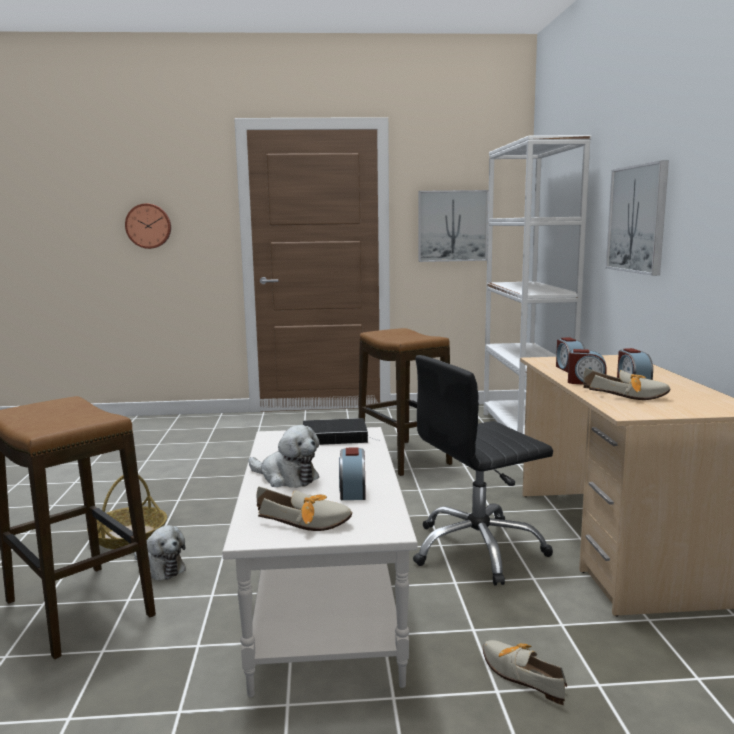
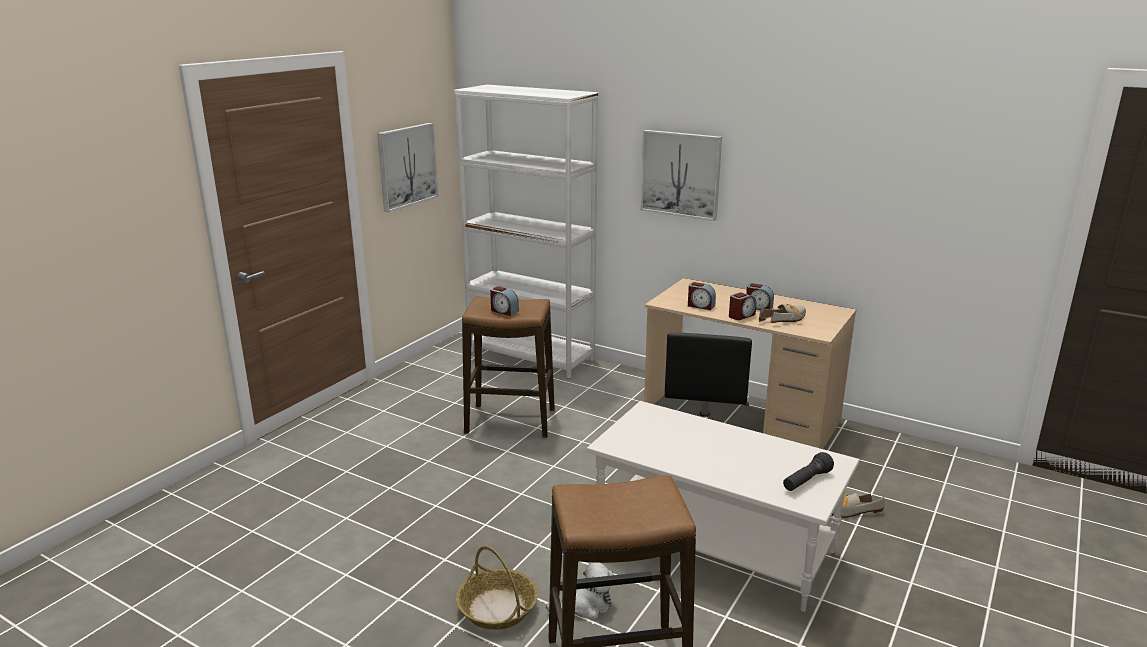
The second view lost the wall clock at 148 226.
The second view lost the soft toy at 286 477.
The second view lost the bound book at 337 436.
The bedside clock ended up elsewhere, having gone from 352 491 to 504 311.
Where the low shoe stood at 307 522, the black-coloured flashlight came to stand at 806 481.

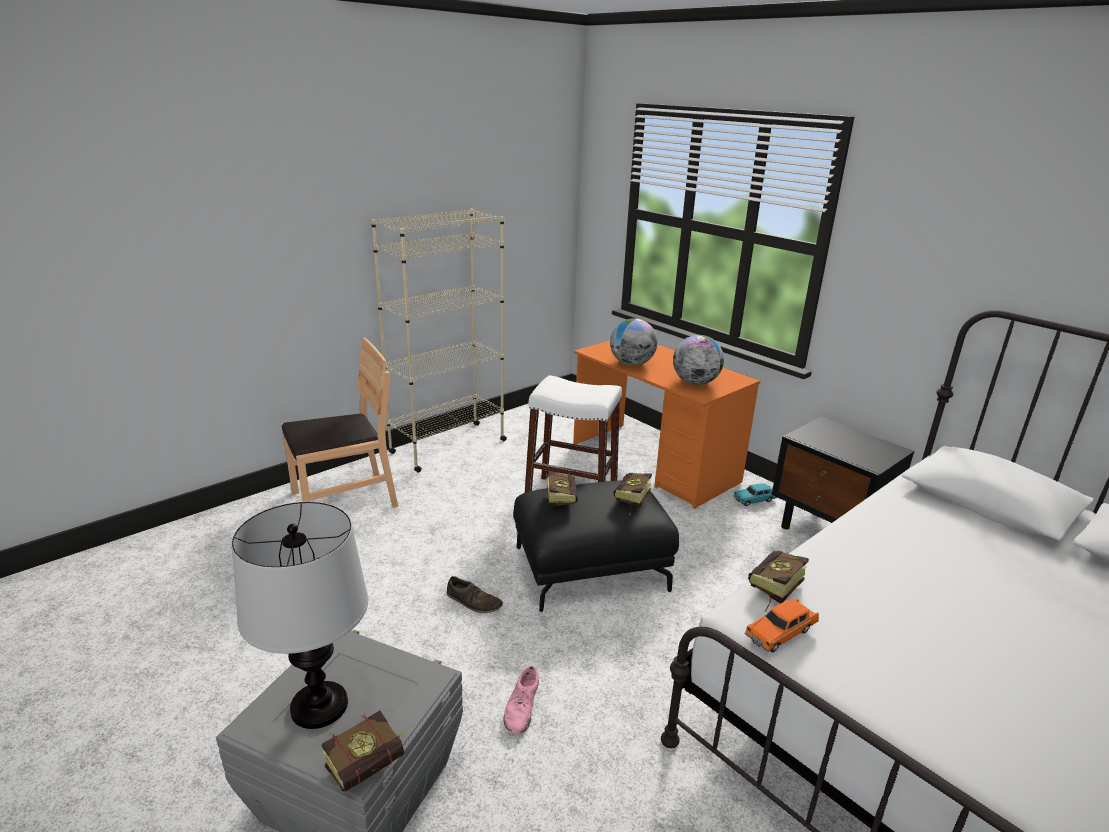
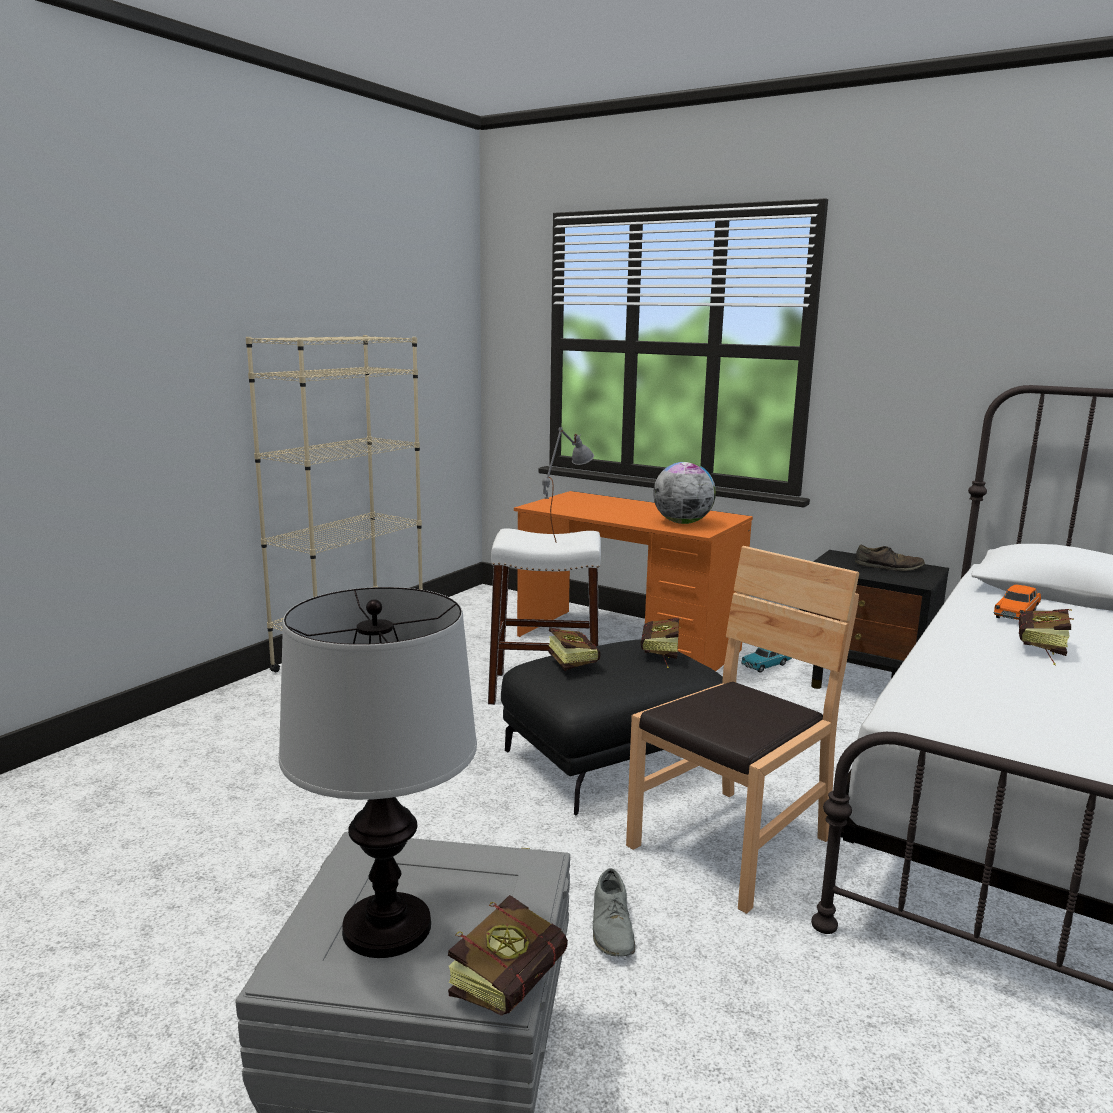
The second view lost the desk globe at 631 364.
The second view gained the gray table lamp at 565 536.
The brown chair ended up elsewhere, having gone from 344 500 to 732 844.
The brown low shoe ended up elsewhere, having gone from 474 602 to 889 567.
The orange-coloured model car ended up elsewhere, having gone from 780 633 to 1016 614.
The bound book ended up elsewhere, having gone from 772 591 to 1041 650.
What was the pink low shoe at 522 707 turned into the gray low shoe at 612 927.

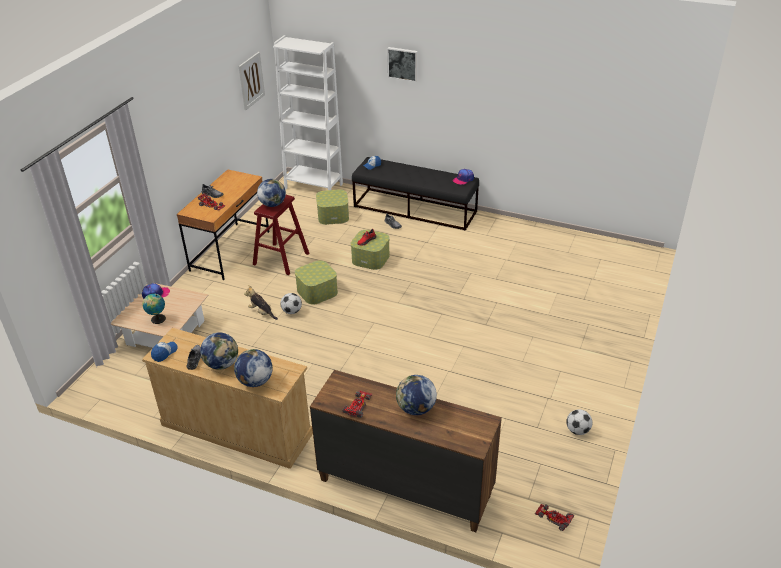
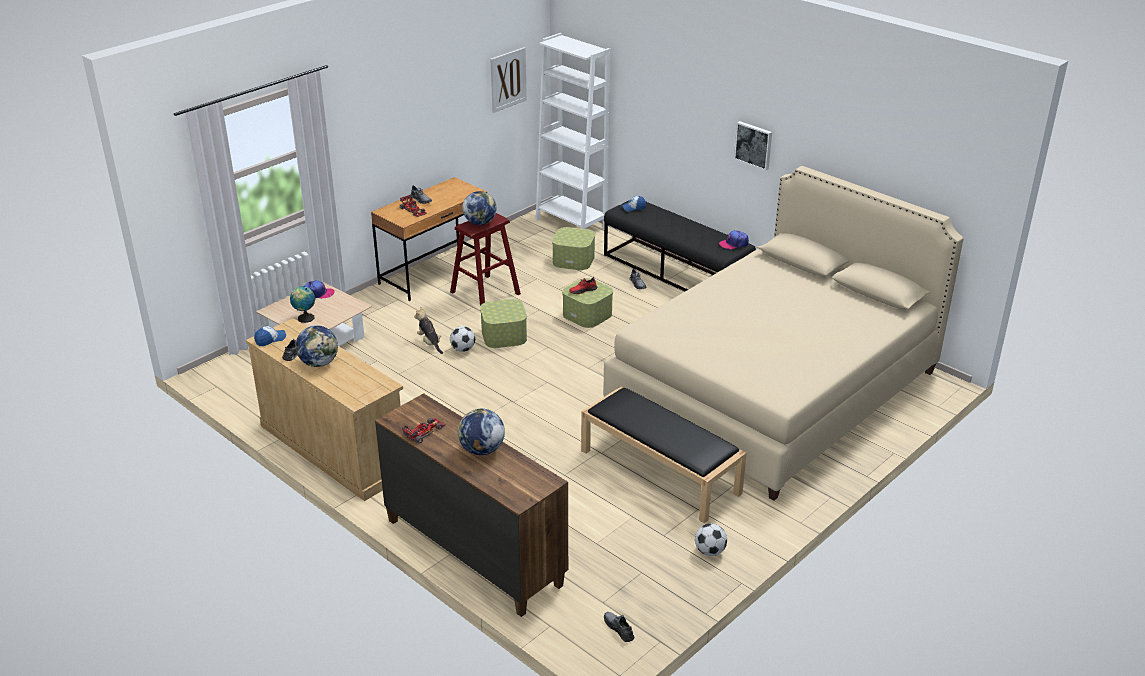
The second view lost the desk globe at 255 381.
The second view gained the black-coloured long seat at 661 472.
The second view gained the beige-coloured bedroom bed at 773 390.
The picture ended up elsewhere, having gone from 403 63 to 754 145.
Where the model car stood at 553 517, the gray low shoe came to stand at 619 628.

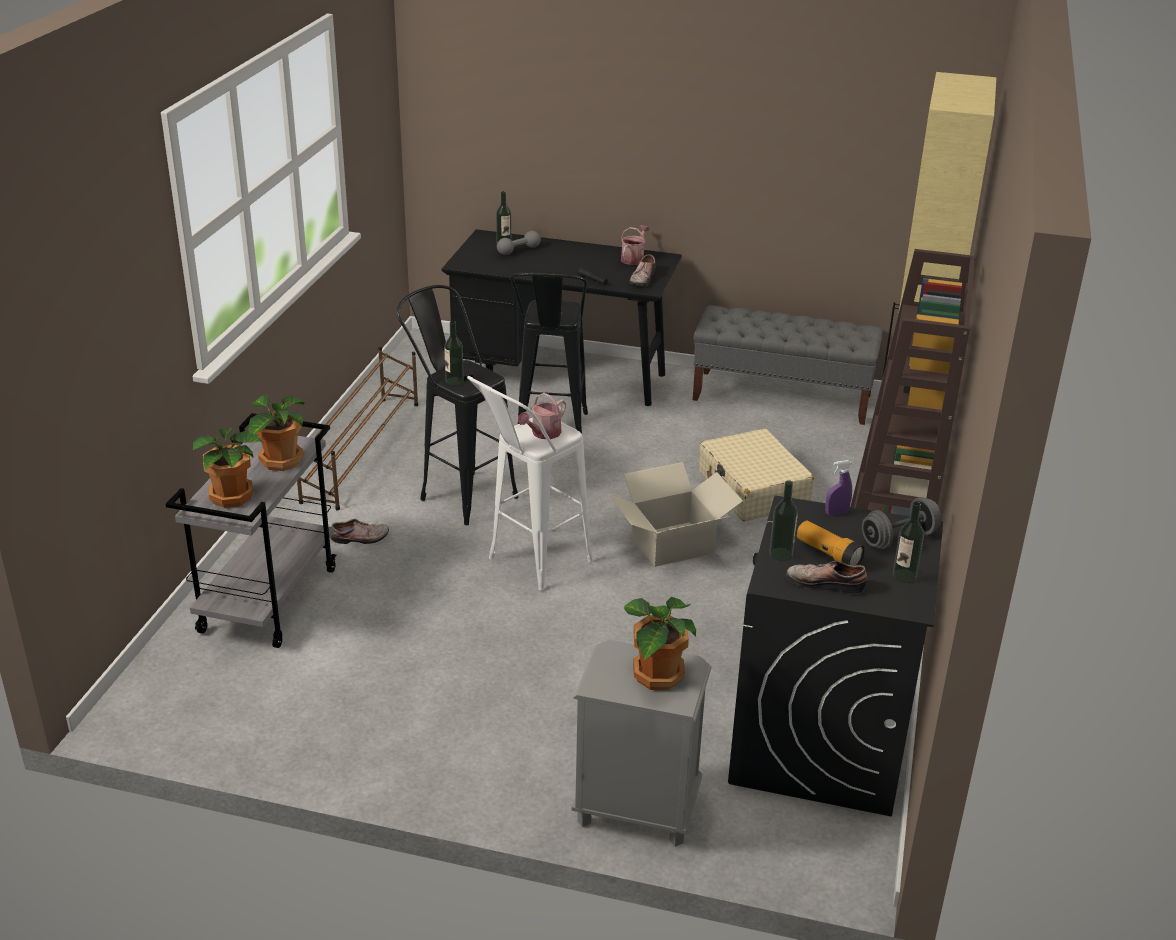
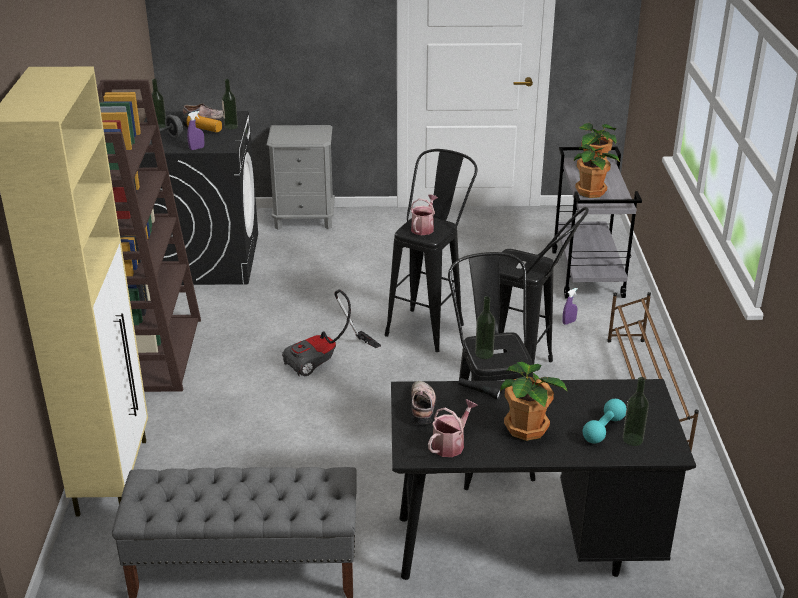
The second view lost the beige-coloured travel case at 753 489.
The drink bottle ended up elsewhere, having gone from 454 381 to 484 354.
The plant in a pot ended up elsewhere, having gone from 656 676 to 527 427.
Where the low shoe stood at 360 538, the purplish sprayer came to stand at 569 322.
Where the cardboard box stood at 673 544, the hoover came to stand at 326 360.
What was the white-coloured stool at 529 566 turned into the black-coloured stool at 430 324.
What was the gray hand weight at 518 250 turned into the turquoise-coloured hand weight at 603 429.
The watering can at 634 258 ended up facing another way, 150 degrees counterclockwise from before.

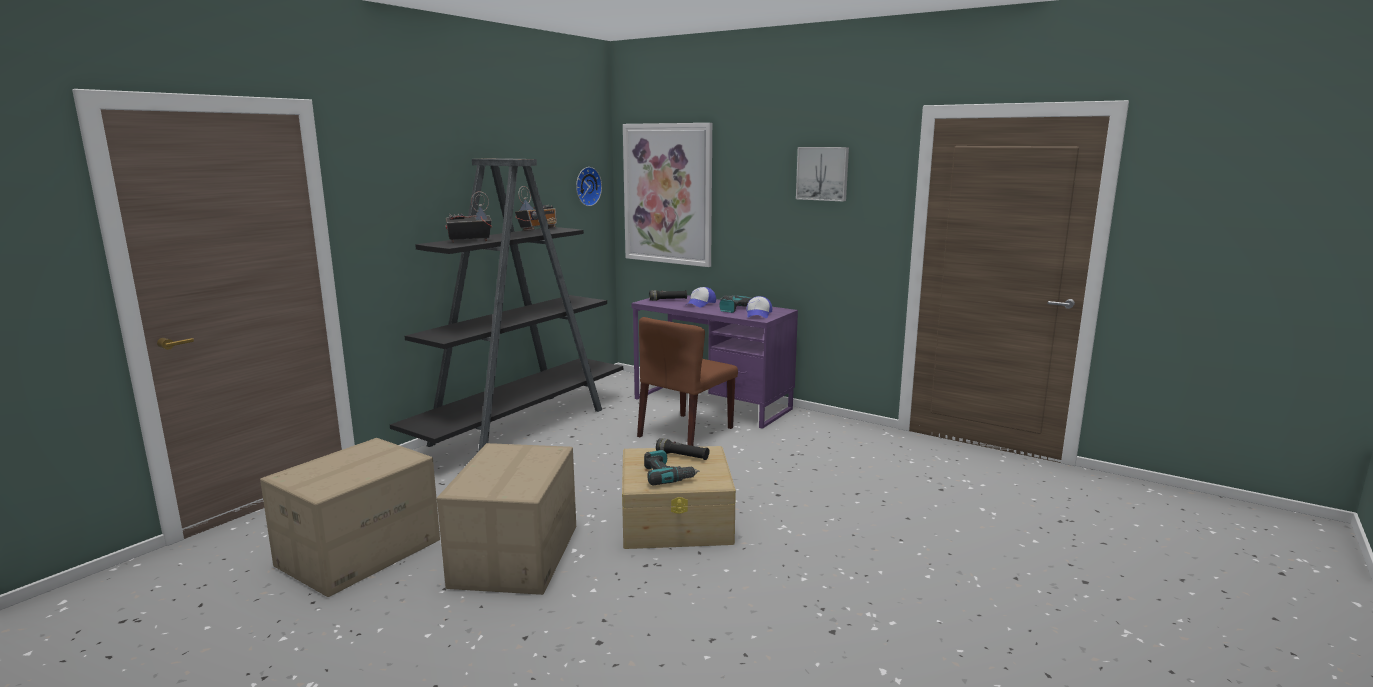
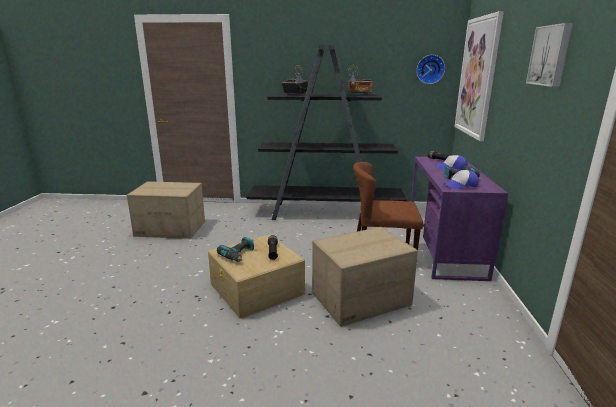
The cardboard box ended up elsewhere, having gone from 516 556 to 361 299.

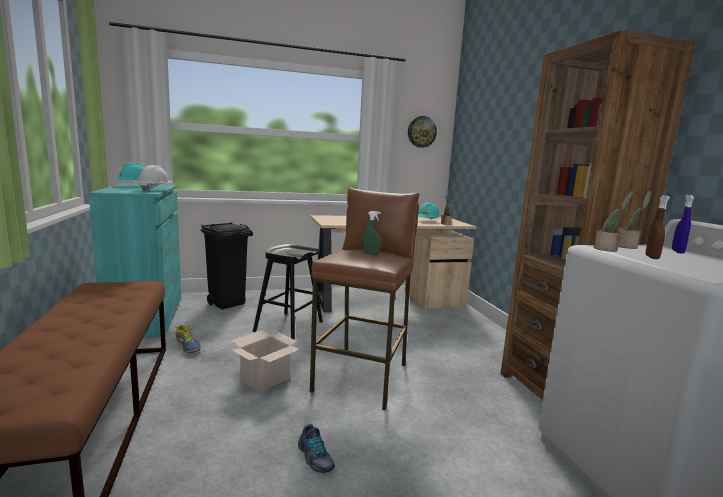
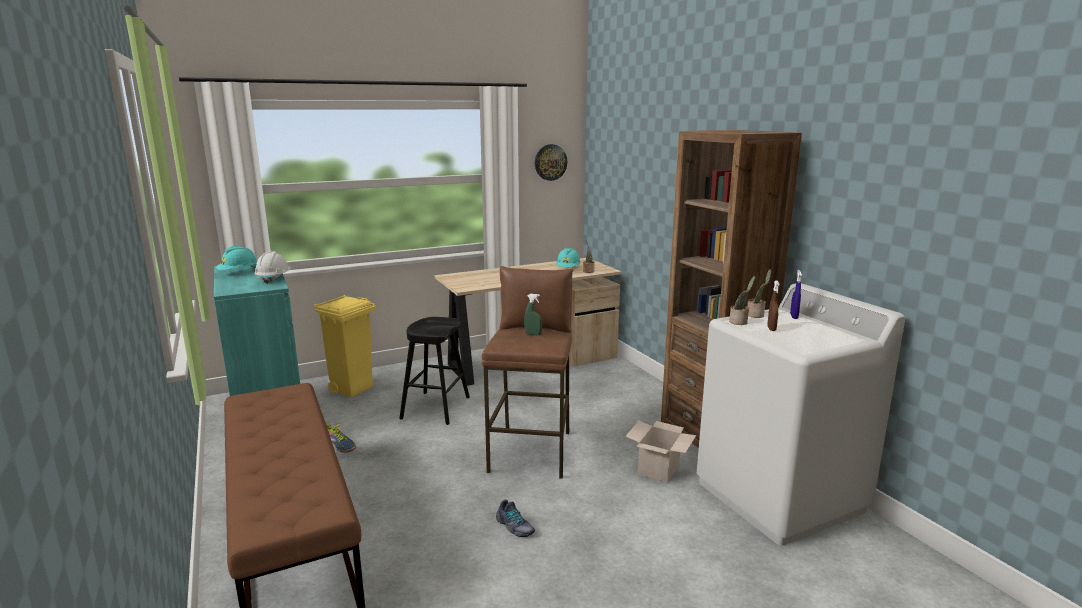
The cardboard box ended up elsewhere, having gone from 264 380 to 659 470.
What was the black-coloured waste bin at 227 303 turned into the yellowish waste bin at 352 389.

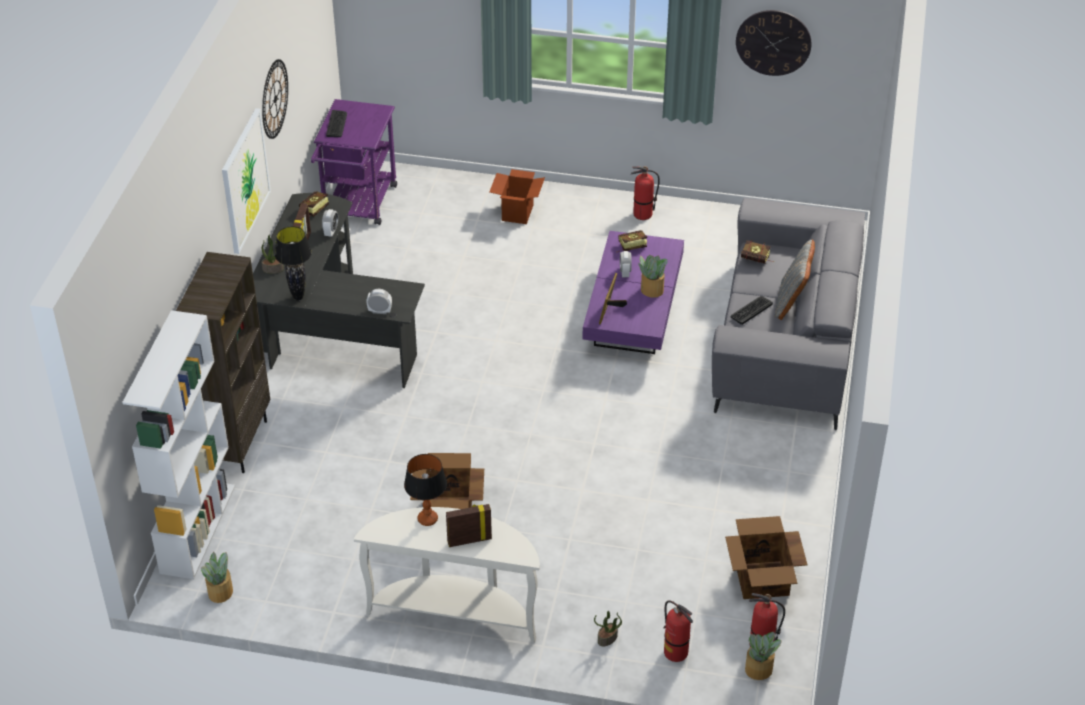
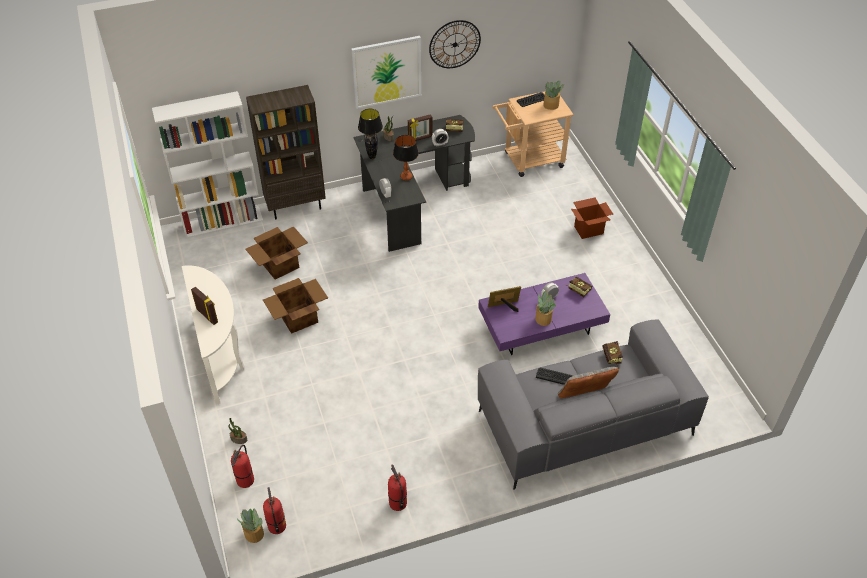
The second view lost the wall clock at 773 42.
The plant in a pot ended up elsewhere, having gone from 221 592 to 551 105.
The table lamp ended up elsewhere, having gone from 427 519 to 406 177.
The fire extinguisher ended up elsewhere, having gone from 642 215 to 397 503.
The cardboard box ended up elsewhere, having gone from 762 580 to 279 265.
What was the purplish cart at 358 206 turned into the beige-coloured cart at 529 161.

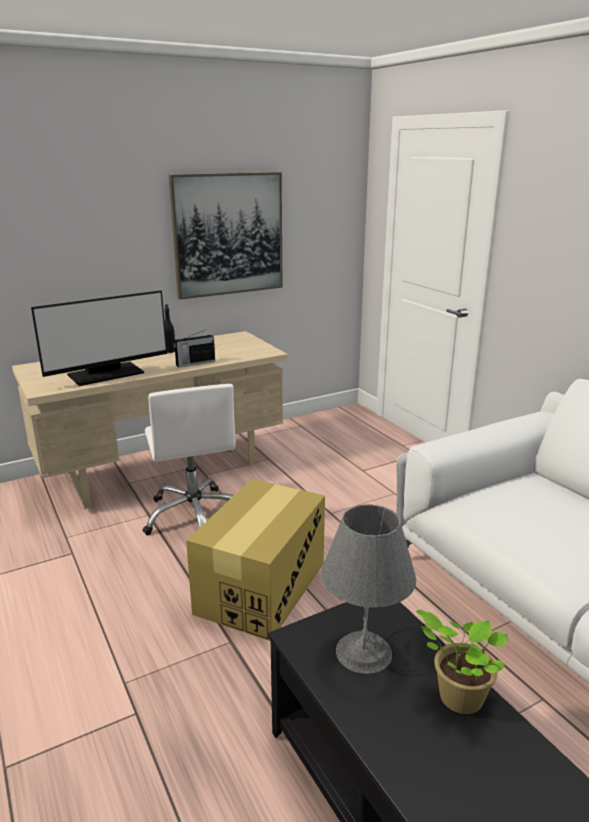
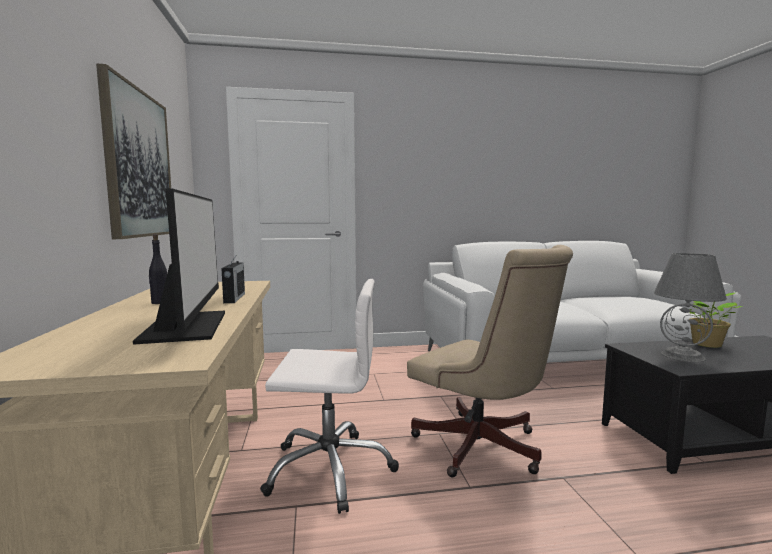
Where the cardboard box stood at 261 588, the beige-coloured desk chair came to stand at 484 449.

